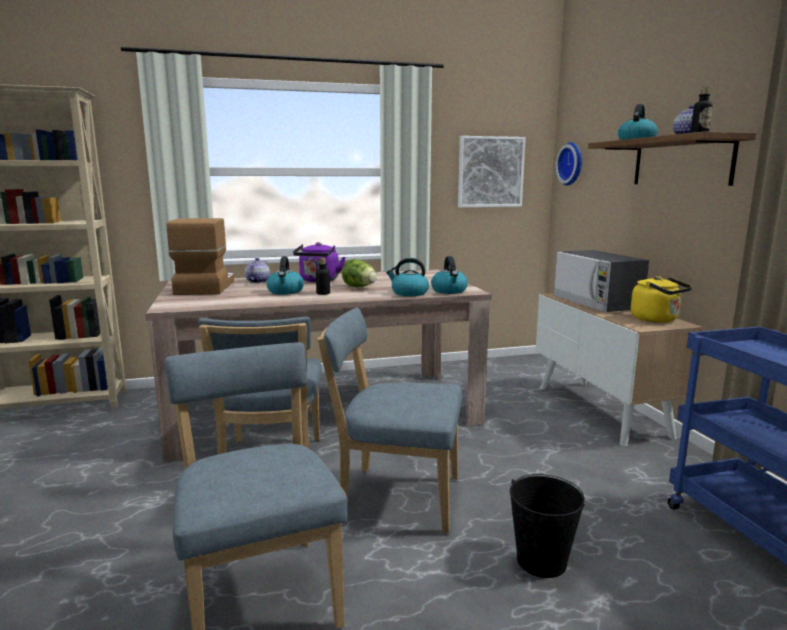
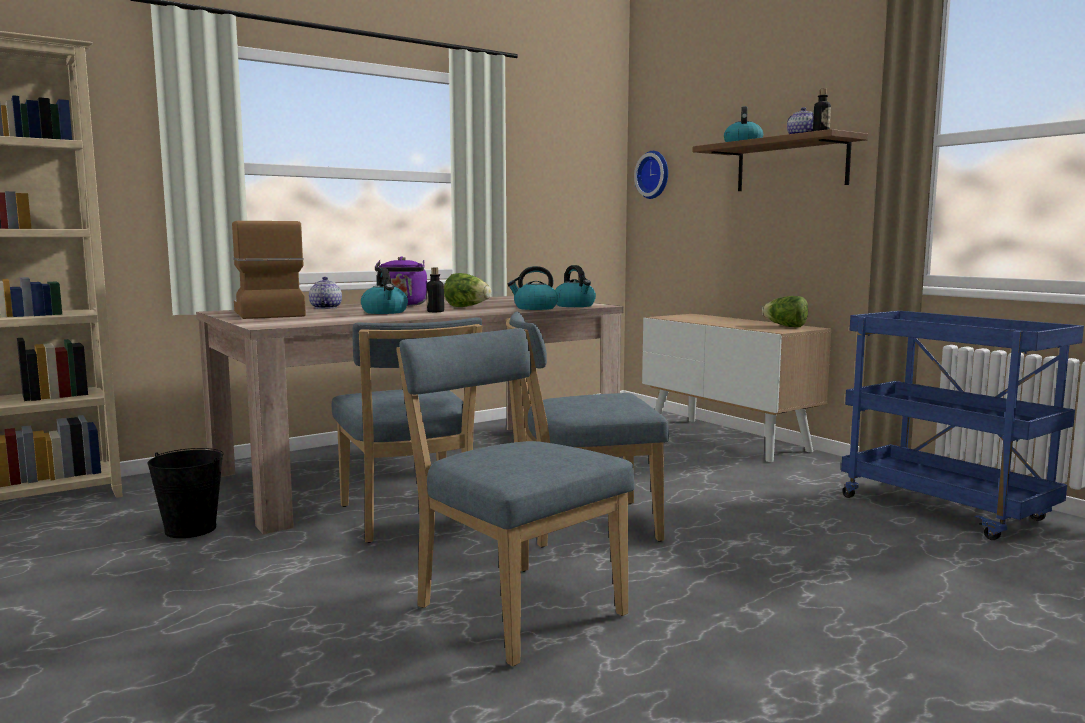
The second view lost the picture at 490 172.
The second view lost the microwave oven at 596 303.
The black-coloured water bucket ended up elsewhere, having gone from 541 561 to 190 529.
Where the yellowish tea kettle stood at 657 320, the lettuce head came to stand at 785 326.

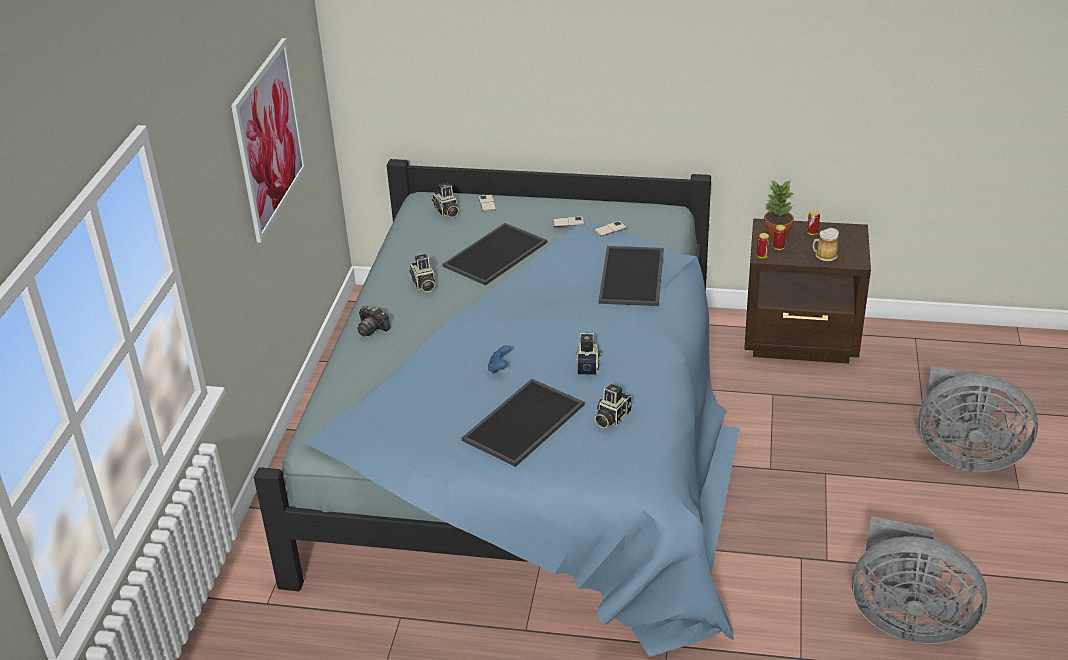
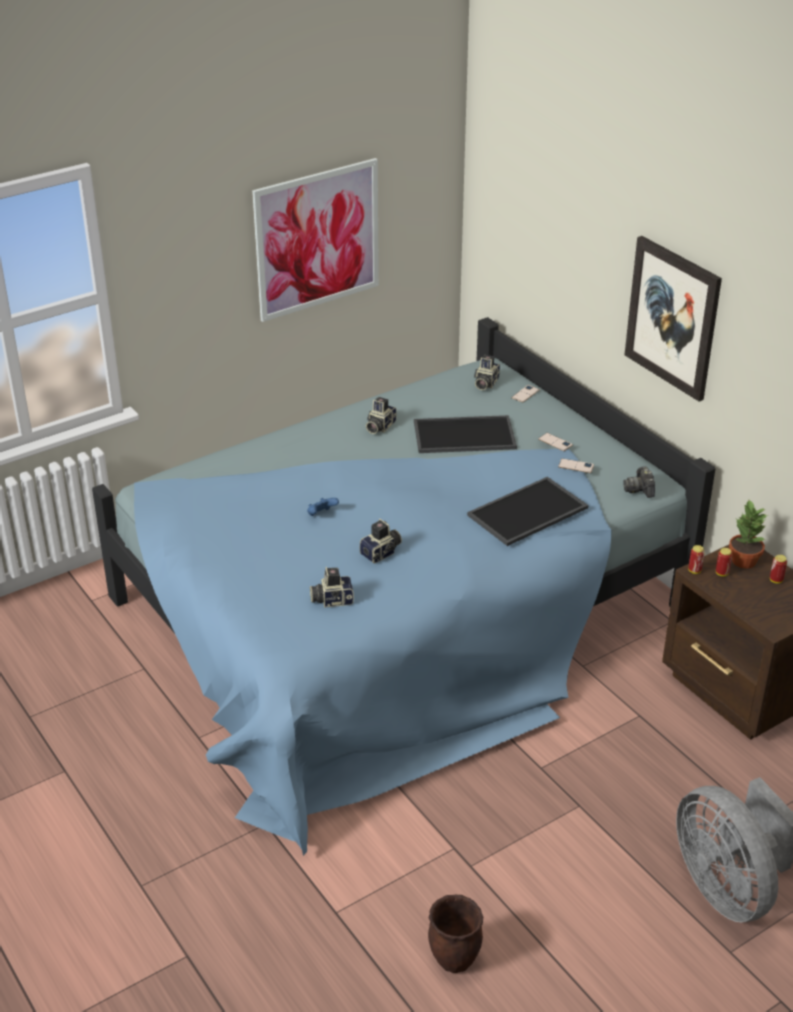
The second view lost the serving tray at 524 424.
The second view lost the tea mug at 824 255.
The second view gained the picture at 672 317.
The photo camera ended up elsewhere, having gone from 372 328 to 640 489.
Where the gray fan stood at 907 621, the brown flower pot came to stand at 455 959.

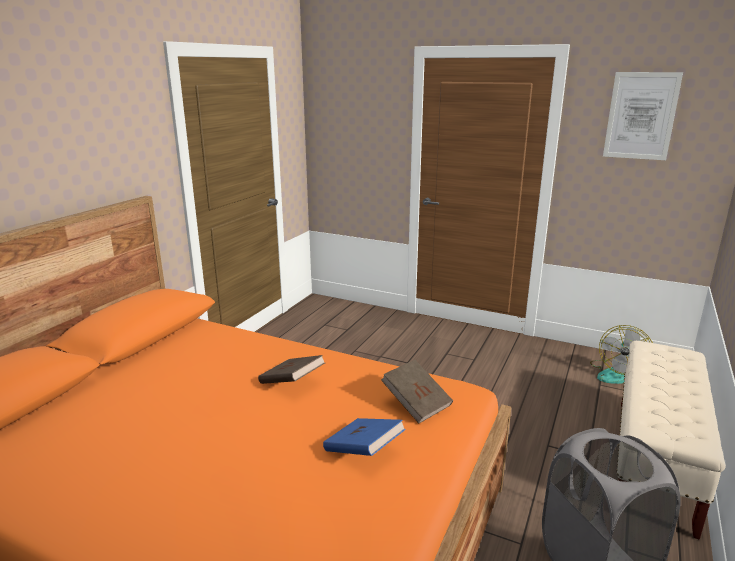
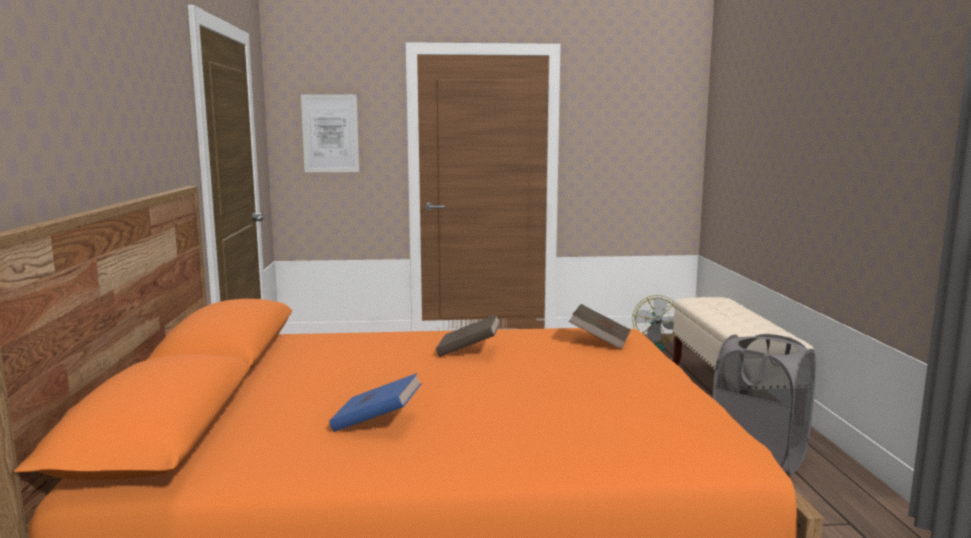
The blue bound book ended up elsewhere, having gone from 363 451 to 377 422.
The picture ended up elsewhere, having gone from 641 116 to 330 133.

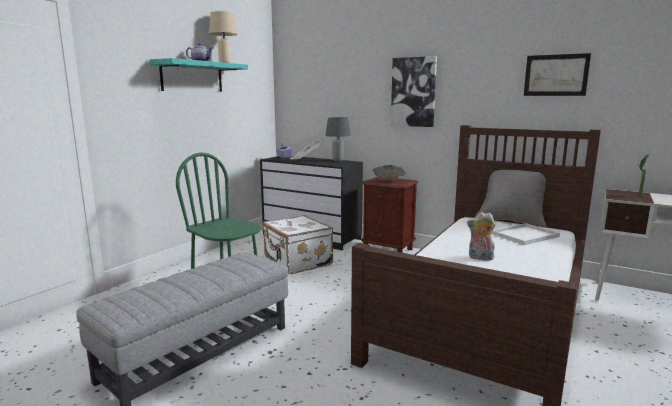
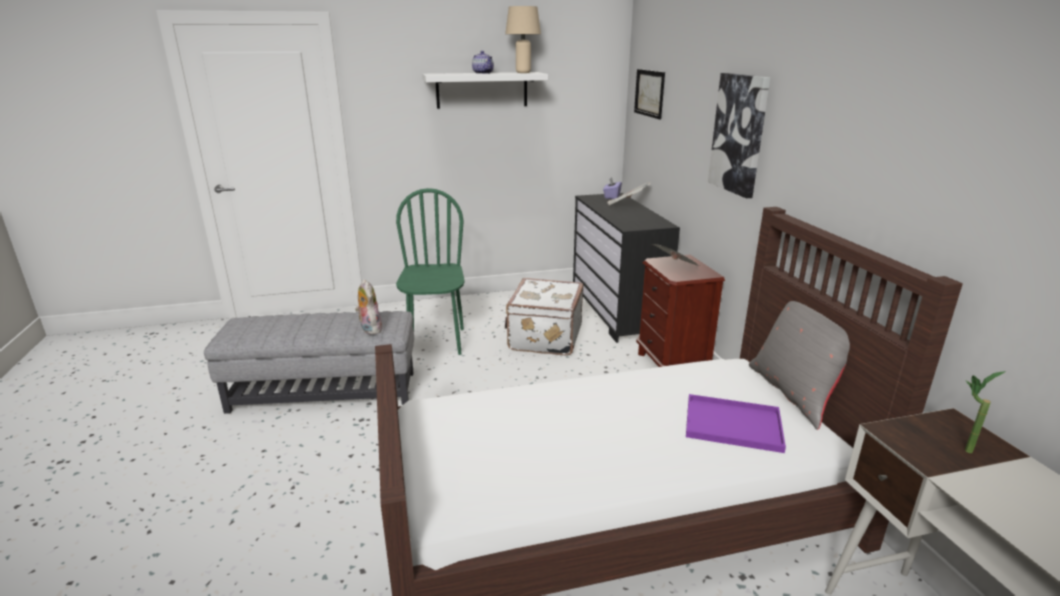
The second view lost the gray table lamp at 338 161.
The soft toy ended up elsewhere, having gone from 480 258 to 369 329.
The picture ended up elsewhere, having gone from 556 75 to 649 93.
What was the turquoise-coloured shelf at 192 77 turned into the white-coloured shelf at 482 90.
What was the white-coloured serving tray at 524 235 turned into the purplish serving tray at 731 424.

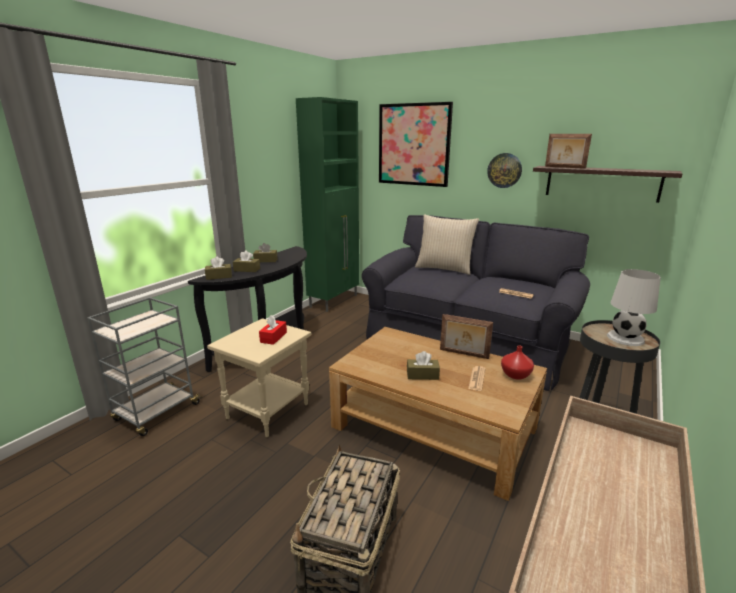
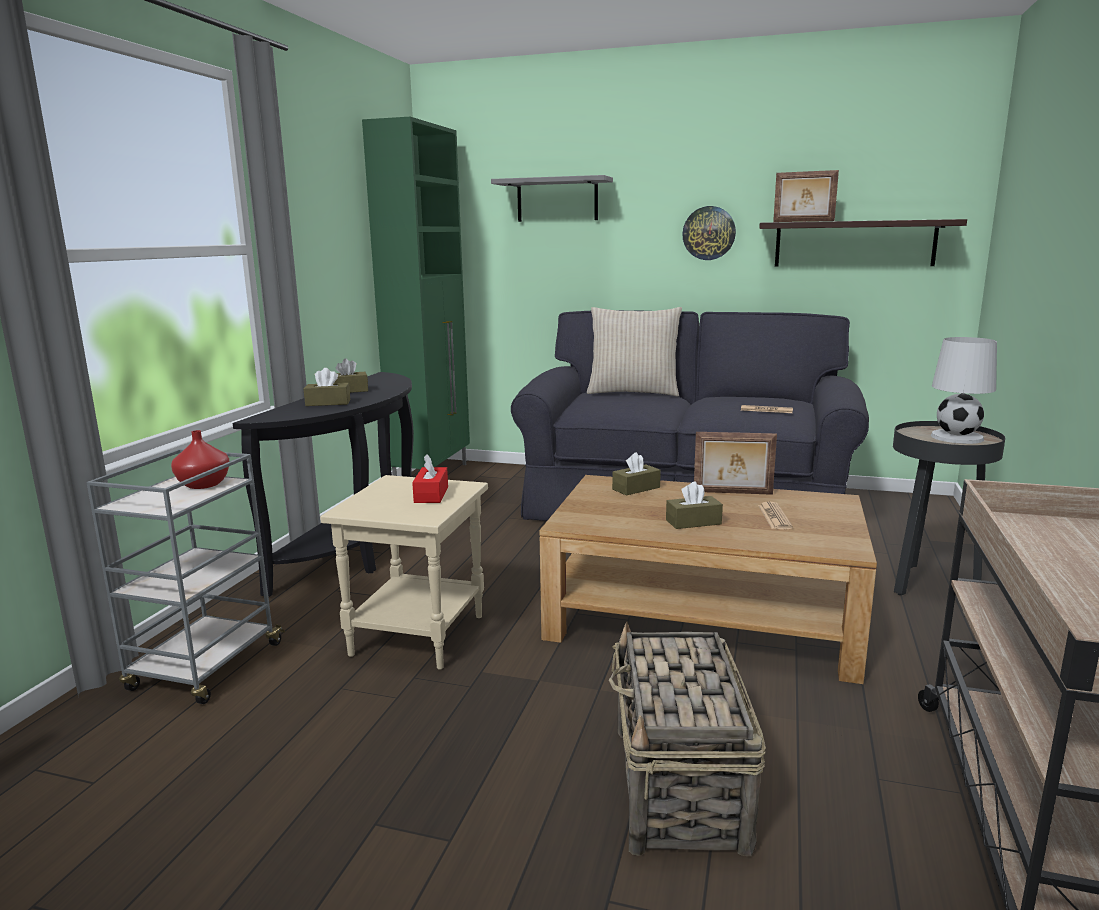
The brown tissue box ended up elsewhere, having gone from 219 276 to 636 488.
The red vase ended up elsewhere, having gone from 515 375 to 203 485.
Where the picture hung at 414 145, the gray shelf came to hang at 557 200.

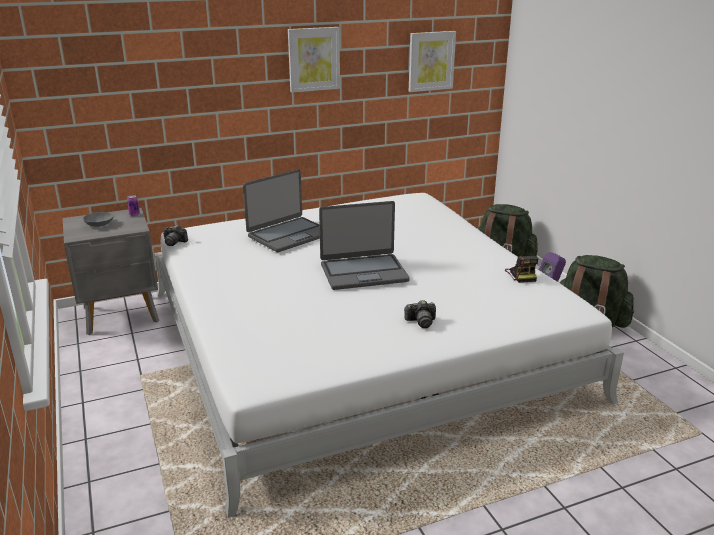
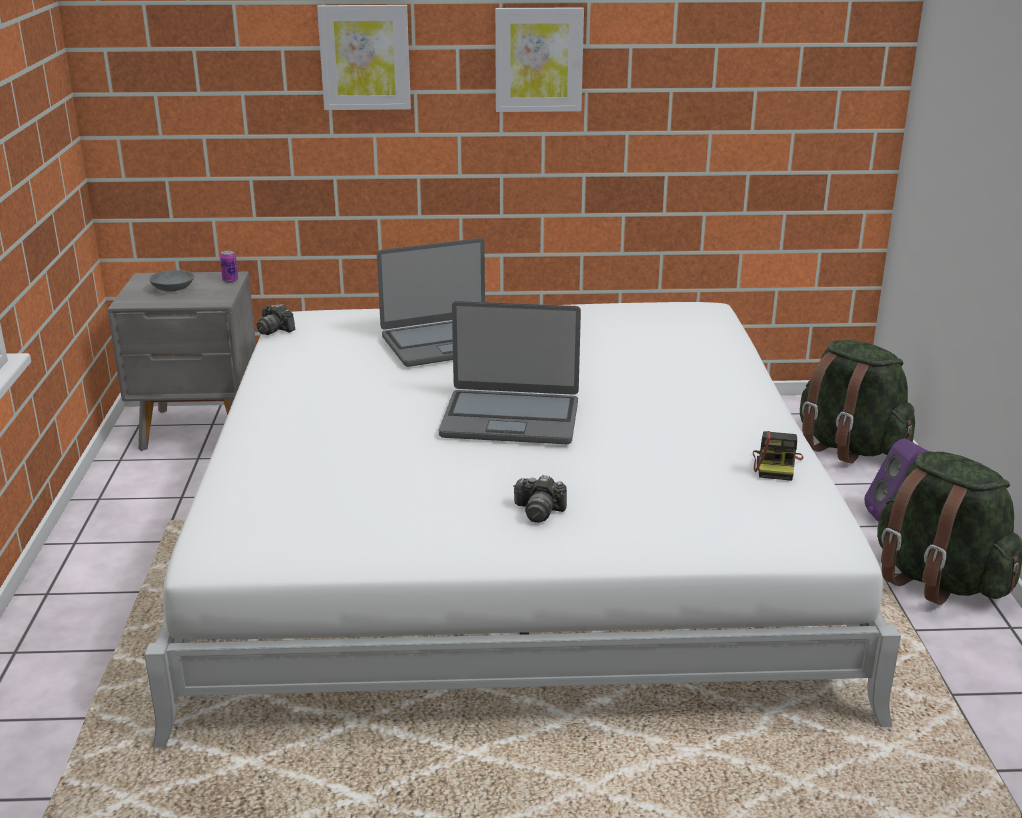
The picture ended up elsewhere, having gone from 431 61 to 365 57.

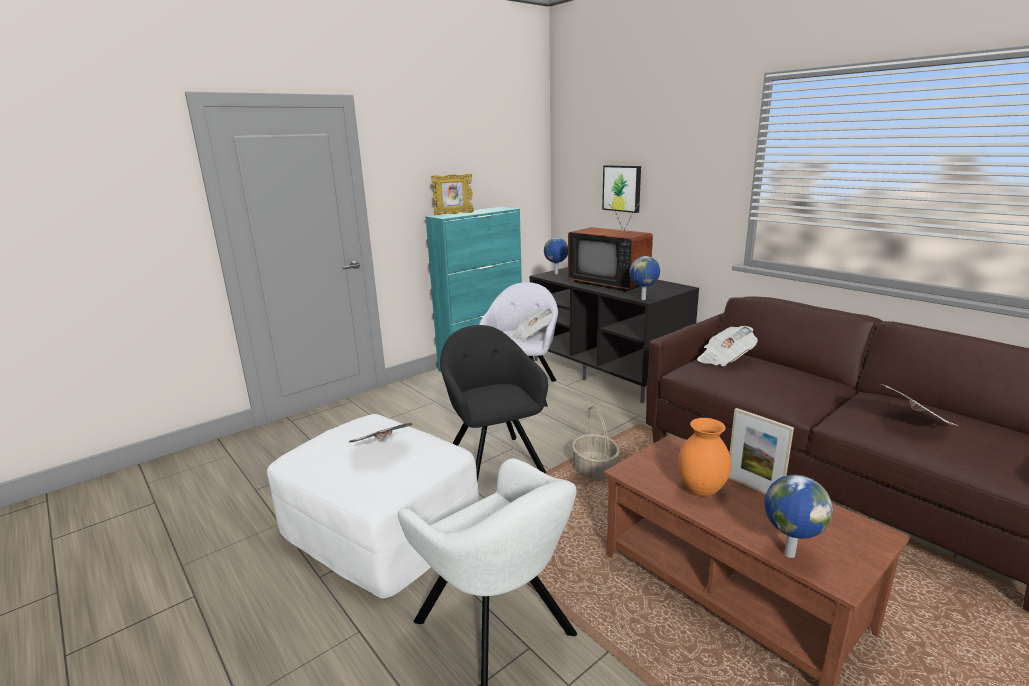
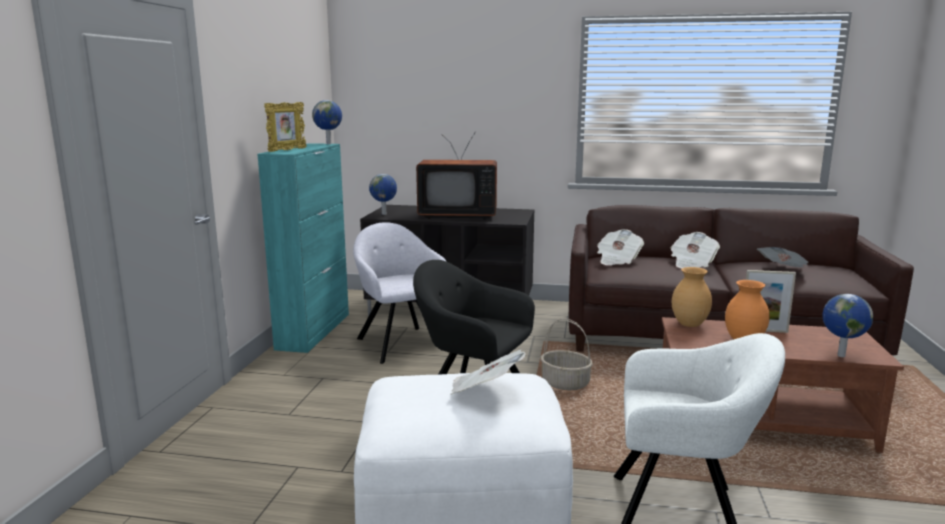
The second view lost the picture at 622 188.
The second view gained the brown vase at 689 325.
The newspaper ended up elsewhere, having gone from 531 335 to 692 263.
The desk globe ended up elsewhere, having gone from 644 299 to 329 144.

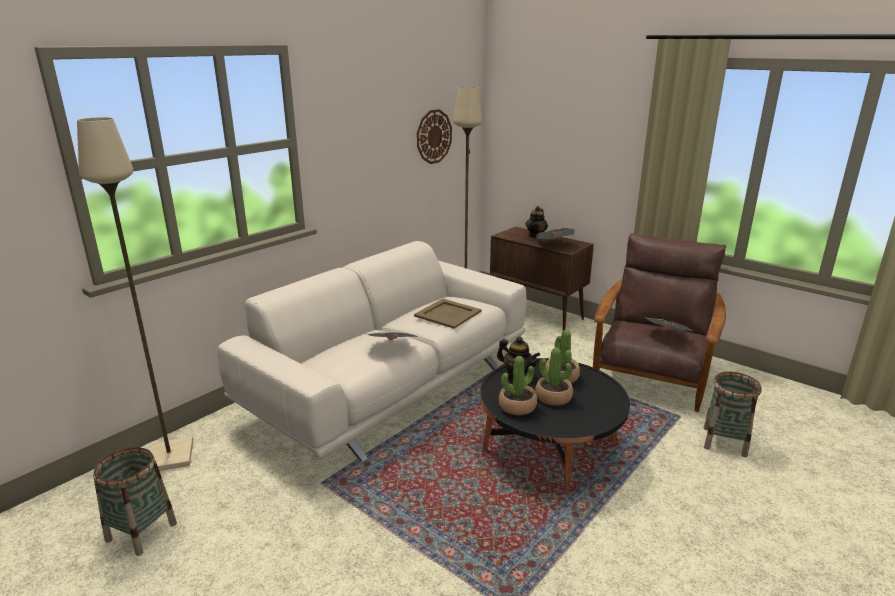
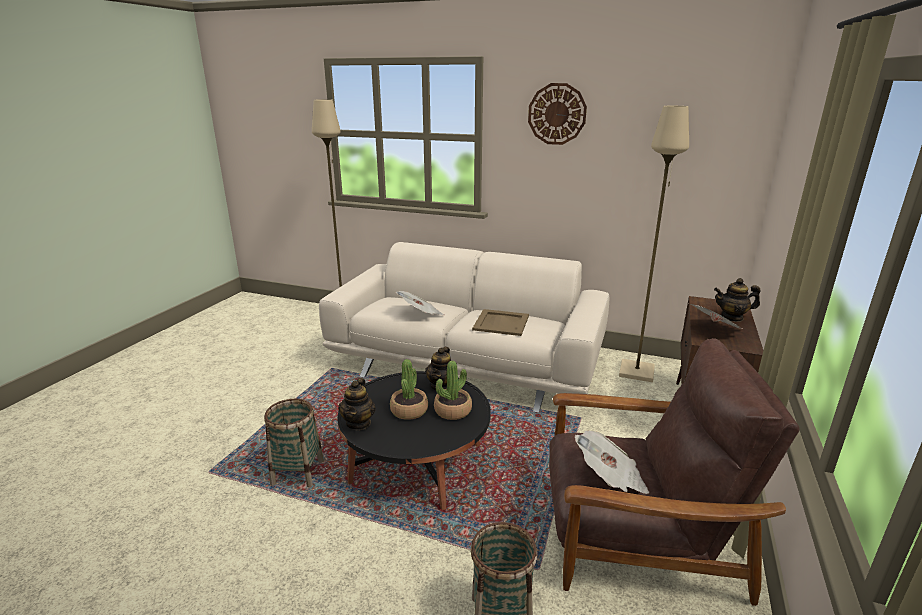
The second view lost the plant in a pot at 517 406.
The second view gained the pot for tea at 359 423.
The household basket ended up elsewhere, having gone from 141 531 to 298 473.
The wall clock ended up elsewhere, having gone from 433 136 to 557 114.

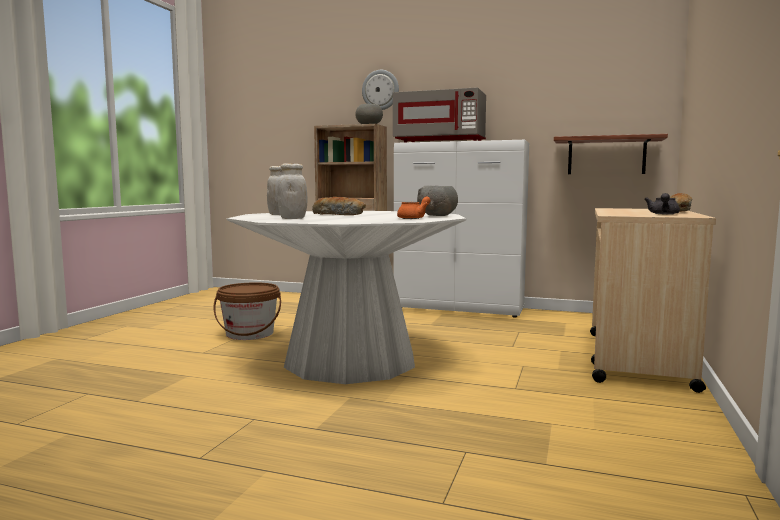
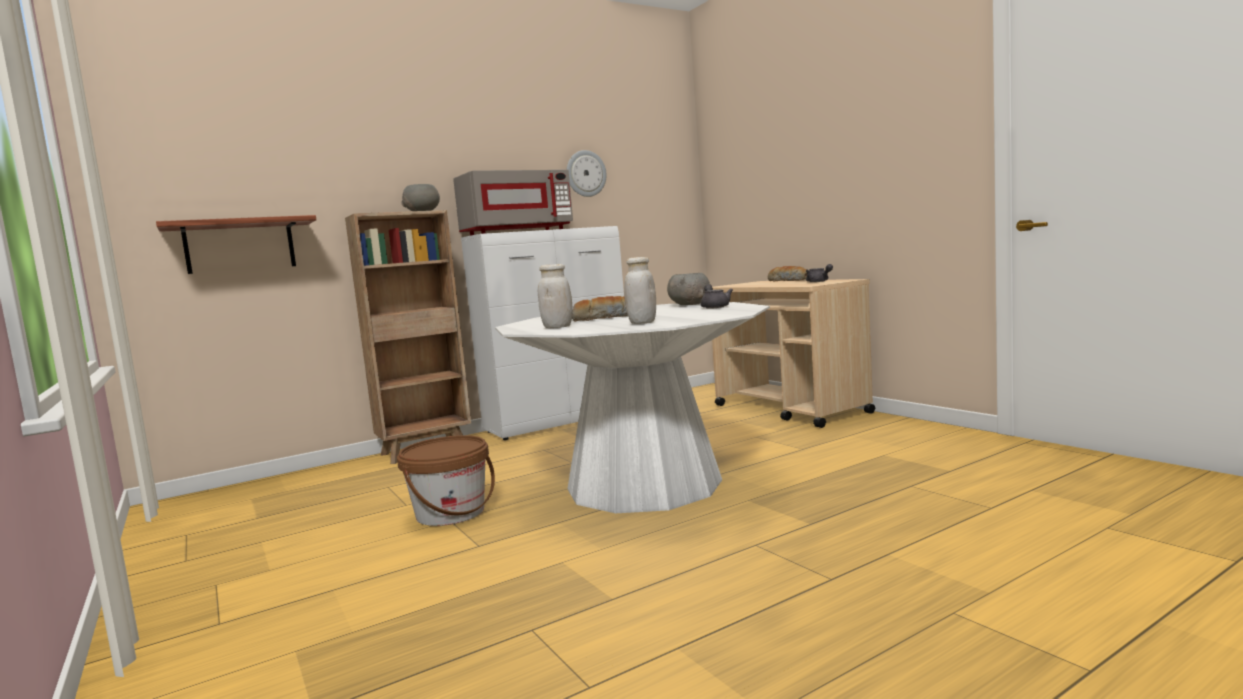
The wall clock ended up elsewhere, having gone from 380 90 to 585 173.
The shelf ended up elsewhere, having gone from 606 156 to 240 246.
What was the orange-coloured pot for tea at 414 218 turned into the gray pot for tea at 714 307.

